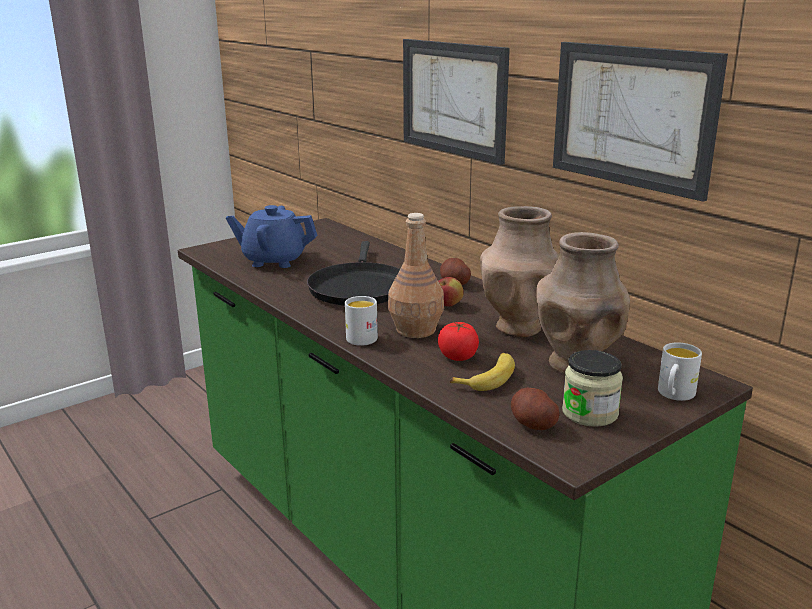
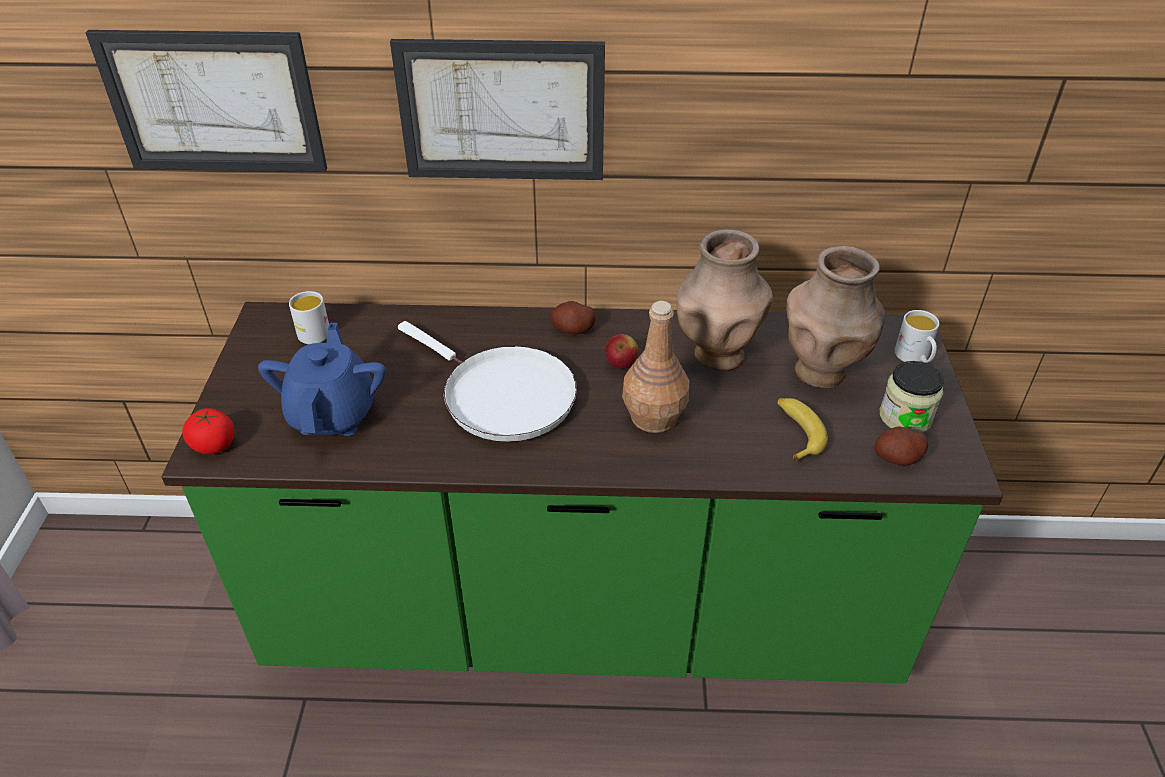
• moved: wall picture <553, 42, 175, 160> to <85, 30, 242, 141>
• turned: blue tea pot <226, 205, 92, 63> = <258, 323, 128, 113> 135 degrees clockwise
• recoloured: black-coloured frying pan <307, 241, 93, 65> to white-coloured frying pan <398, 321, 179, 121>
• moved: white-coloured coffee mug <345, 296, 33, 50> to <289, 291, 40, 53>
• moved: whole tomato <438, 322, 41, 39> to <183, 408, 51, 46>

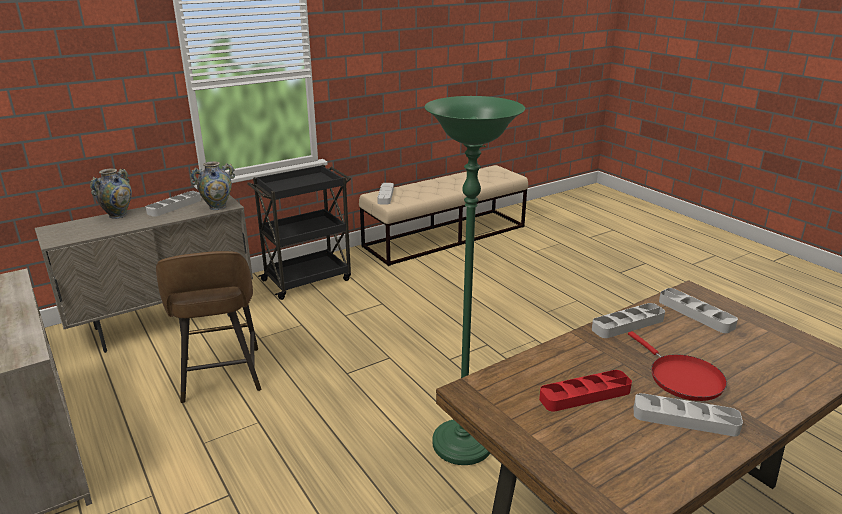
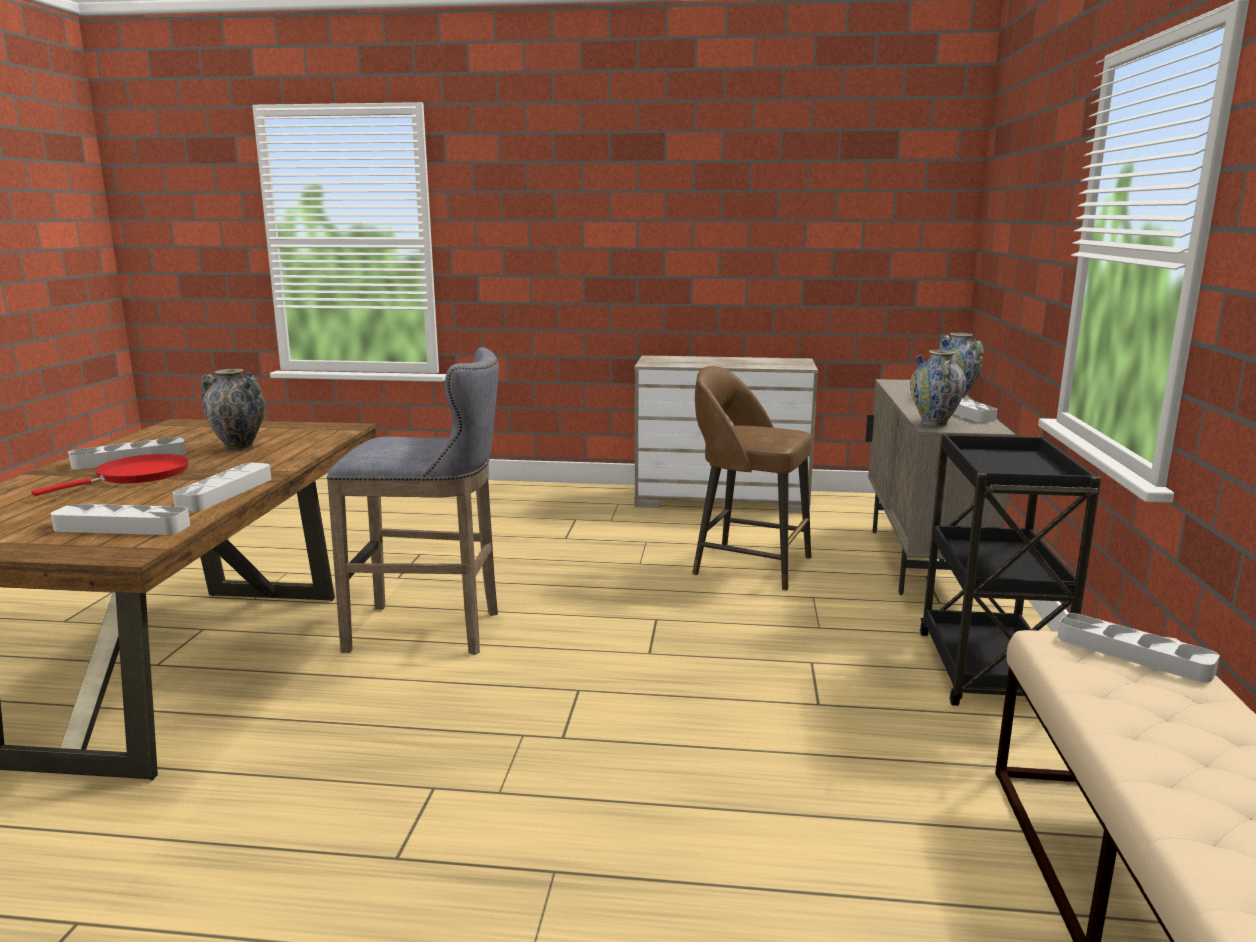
• replaced: greenish standing lamp <425, 96, 100, 369> to gray sitting stool <327, 347, 172, 308>
• turned: red frying pan <628, 331, 99, 70> = <31, 454, 158, 42> 105 degrees clockwise
• replaced: red carrying tray <539, 370, 93, 42> to vase <200, 369, 65, 82>

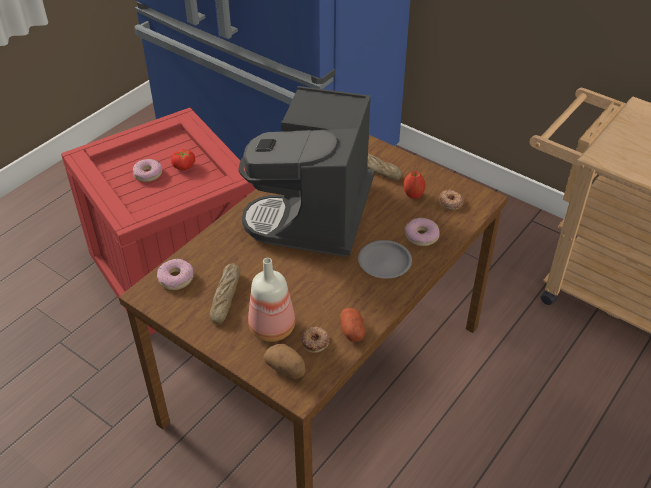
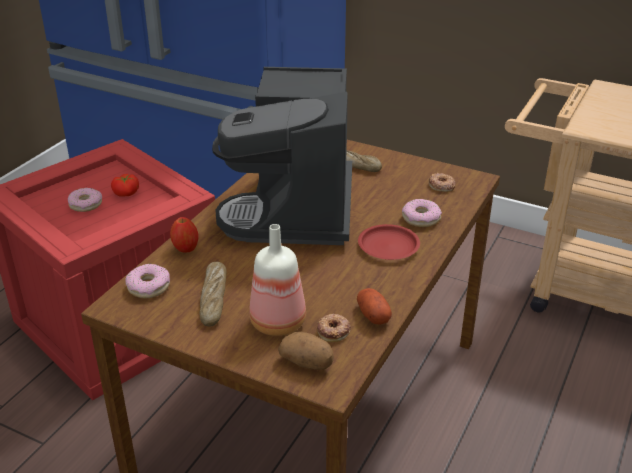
• moved: apple fruit <403, 171, 23, 28> to <170, 217, 29, 35>
• recoloured: gray plate <358, 240, 54, 39> to red plate <358, 224, 62, 36>

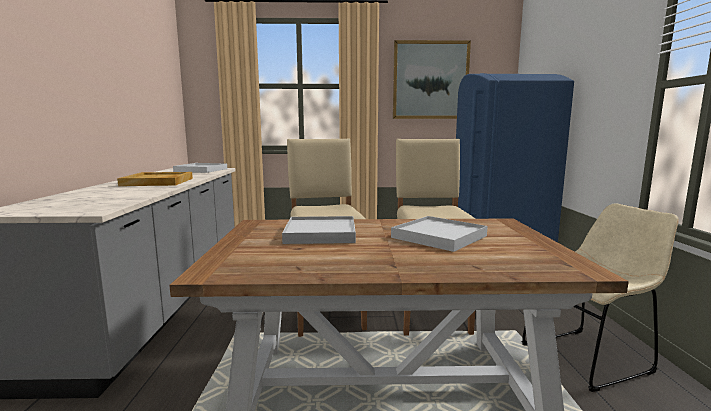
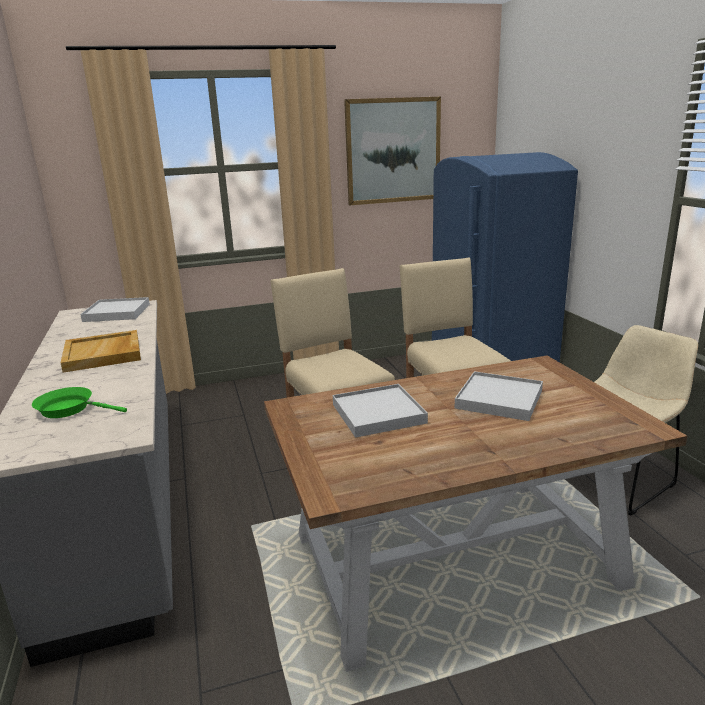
• added: greenish frying pan <32, 387, 95, 31>

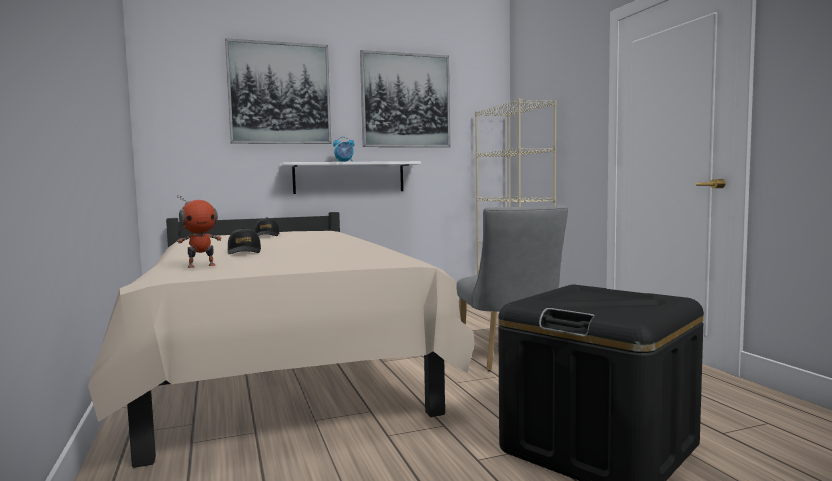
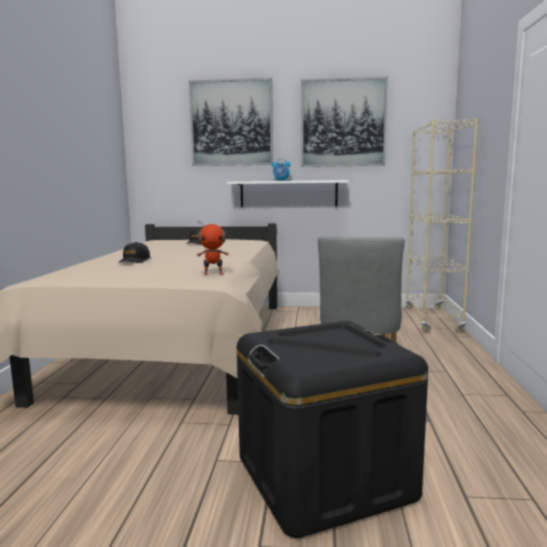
• moved: toy robot <177, 196, 45, 72> to <197, 220, 32, 55>

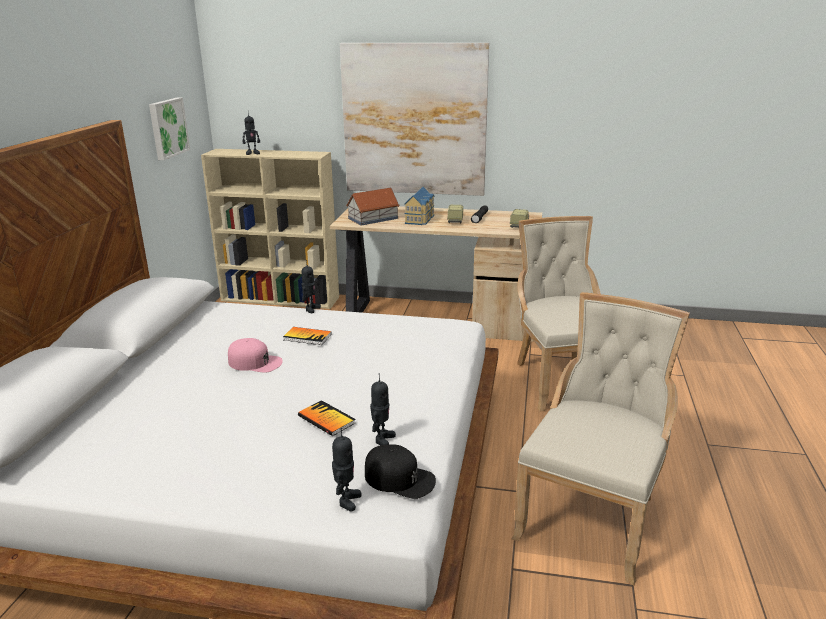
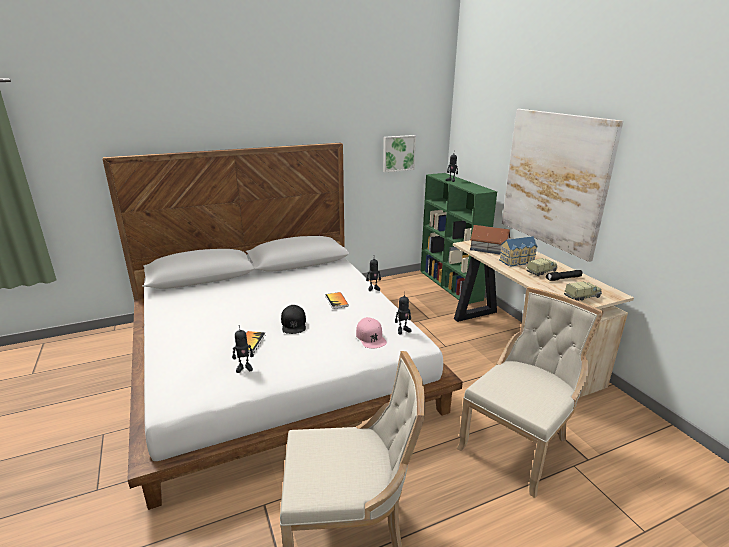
• recoloured: beige shelving unit <201, 149, 138, 160> to greenish shelving unit <421, 173, 76, 131>
• moved: pink baseball cap <228, 338, 55, 34> to <356, 317, 31, 31>
• moved: toy robot <332, 428, 30, 84> to <395, 292, 17, 42>
• moved: black-coloured baseball cap <365, 444, 71, 55> to <281, 305, 25, 29>

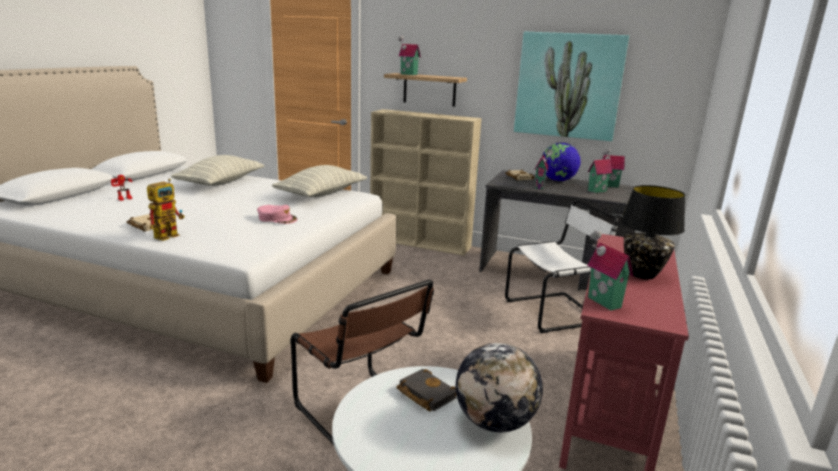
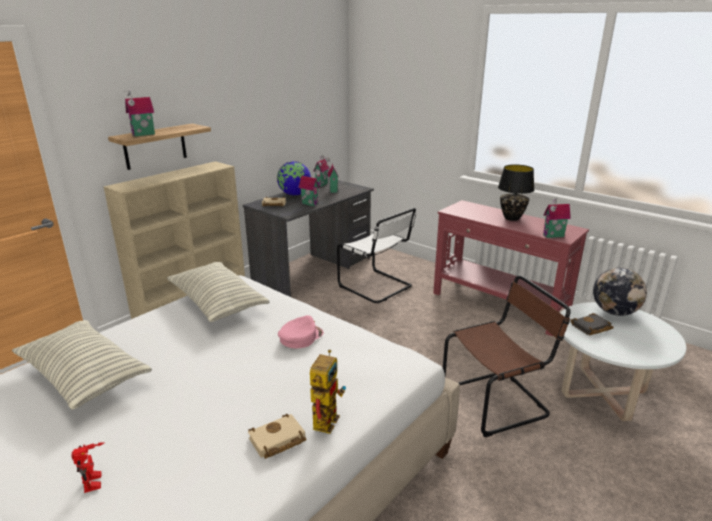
• removed: wall picture <514, 32, 115, 109>
• turned: toy robot <147, 179, 37, 62> = <310, 350, 36, 84> 60 degrees clockwise
• turned: white-coloured chair <505, 199, 113, 134> = <337, 208, 79, 95> 135 degrees clockwise

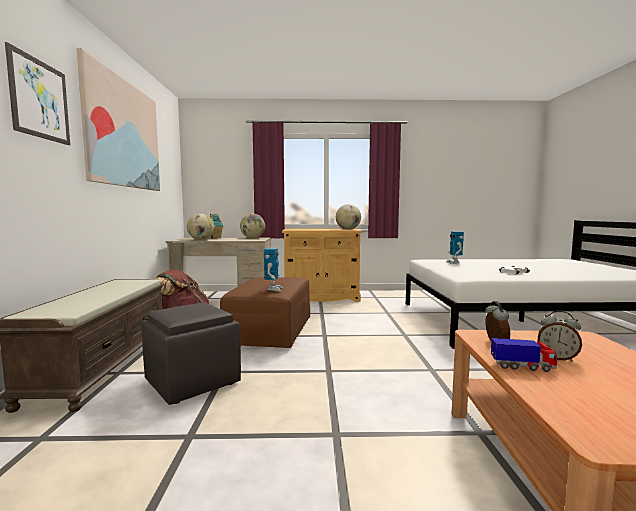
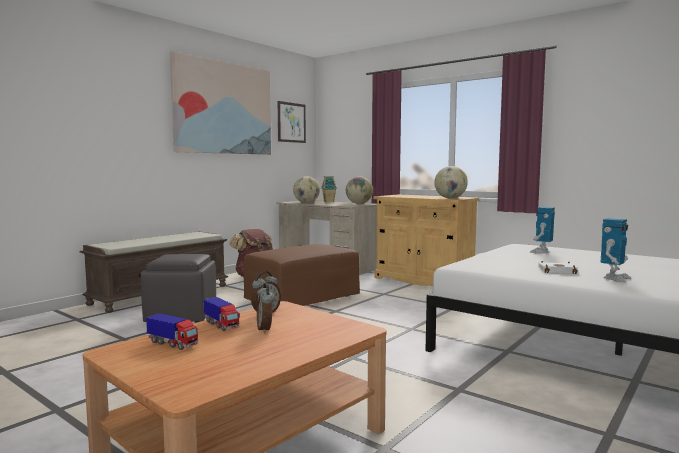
• moved: wall picture <5, 42, 65, 103> to <278, 101, 28, 42>
• moved: toy robot <264, 248, 19, 43> to <601, 218, 30, 64>
• added: toy truck <146, 313, 52, 37>

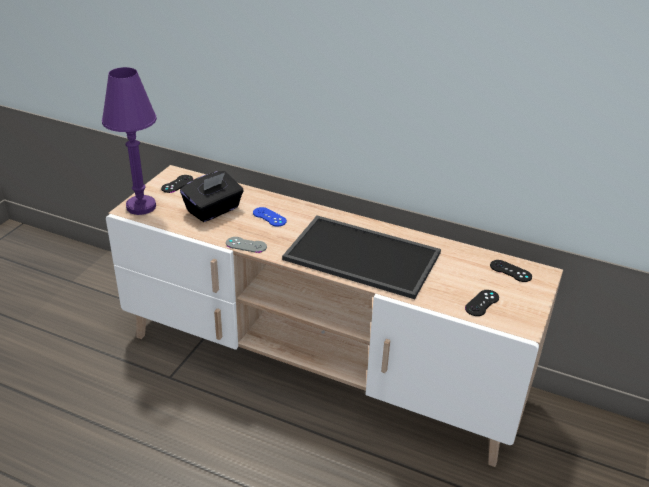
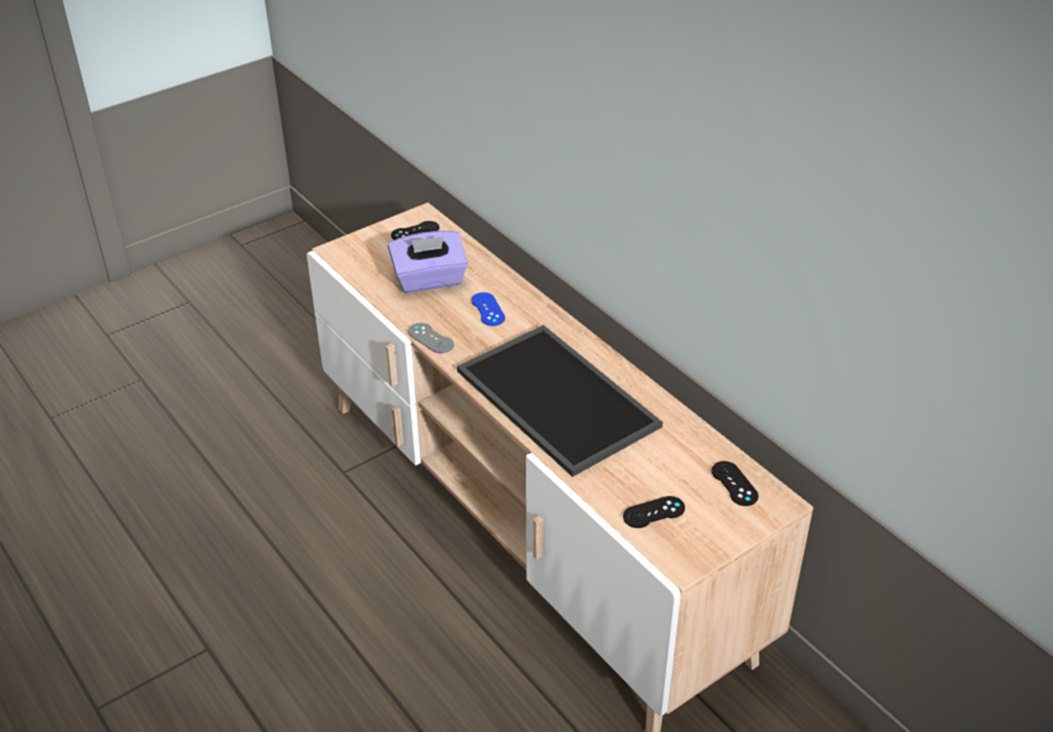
• removed: purplish lamp for a table <102, 67, 55, 148>
• recoloured: black-coloured tissue holder <180, 171, 64, 51> to purplish tissue holder <388, 231, 80, 62>

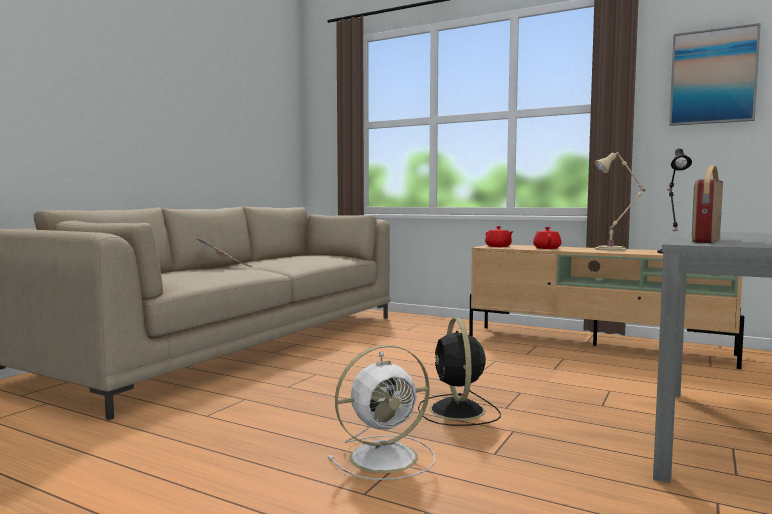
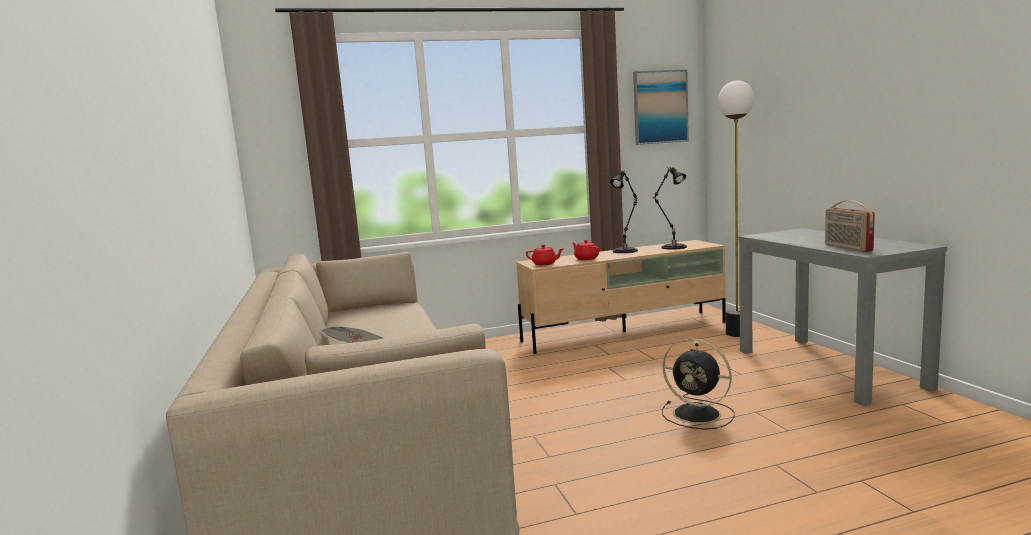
• recoloured: beige lamp for a table <595, 152, 50, 99> to black-coloured lamp for a table <610, 170, 28, 83>
• removed: white-coloured cooling fan <328, 345, 107, 135>
• added: standing lamp <718, 81, 36, 256>

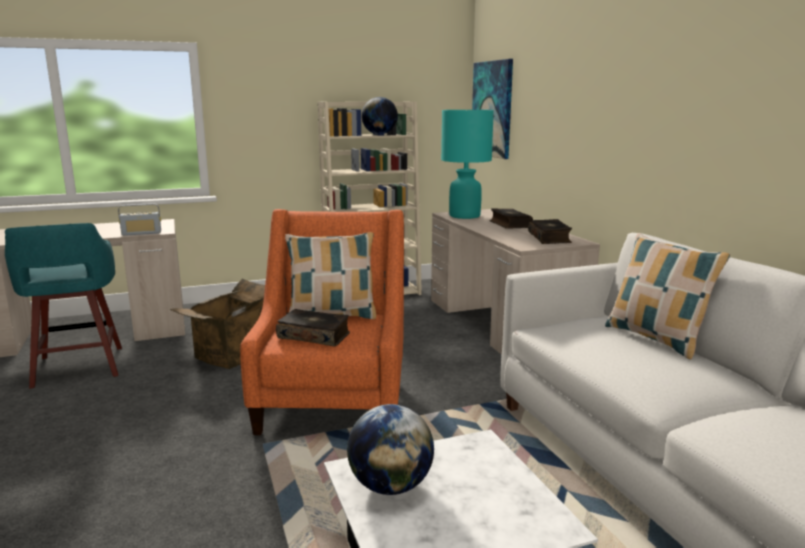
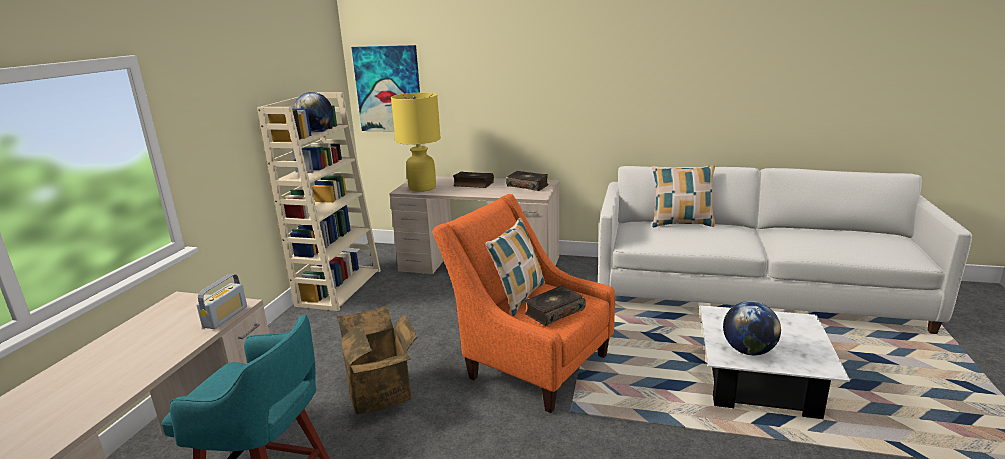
• recoloured: turquoise lamp for a table <441, 110, 53, 109> to yellowish lamp for a table <391, 93, 50, 99>

